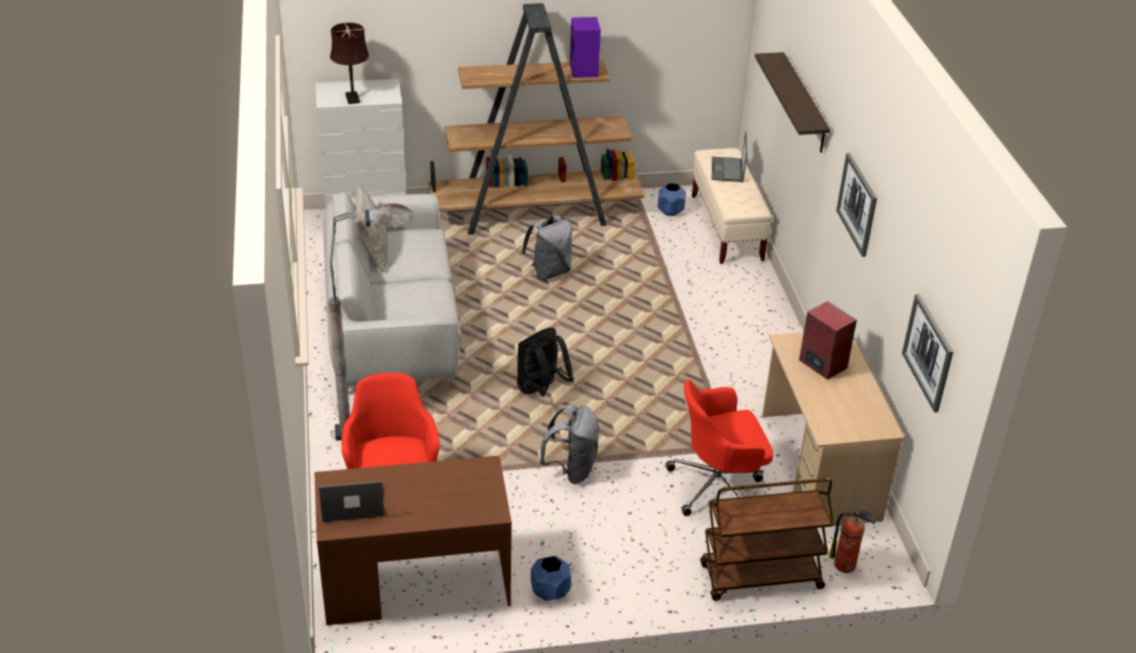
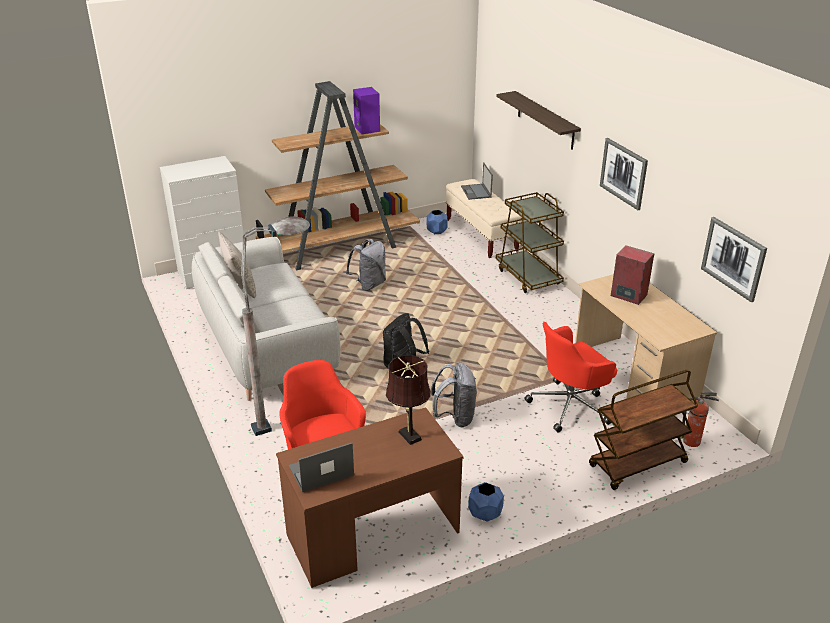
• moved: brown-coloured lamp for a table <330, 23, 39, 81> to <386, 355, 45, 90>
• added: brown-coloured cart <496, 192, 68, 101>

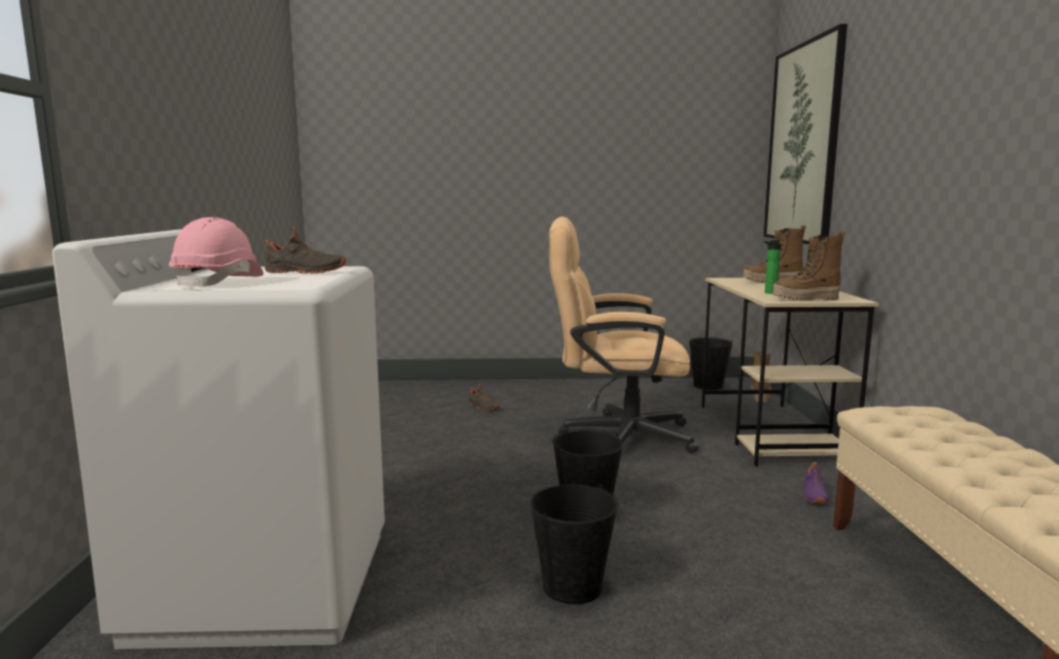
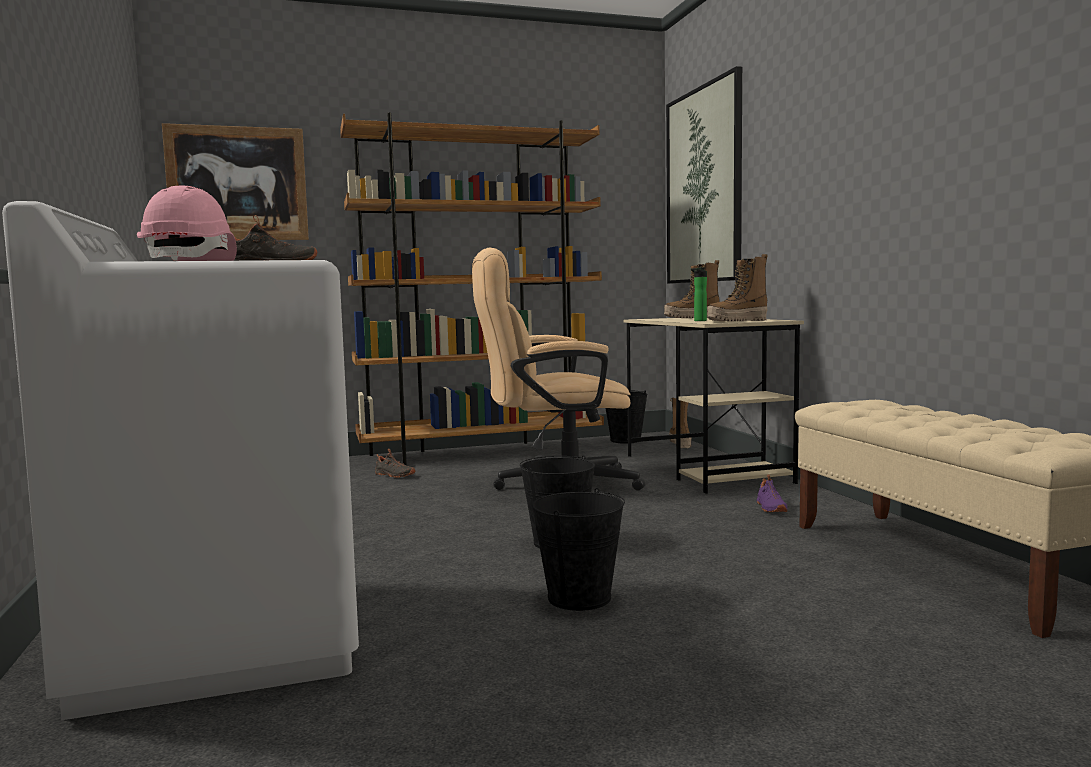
• added: brown-coloured shelving unit <340, 112, 264, 354>
• added: wall picture <162, 123, 147, 117>

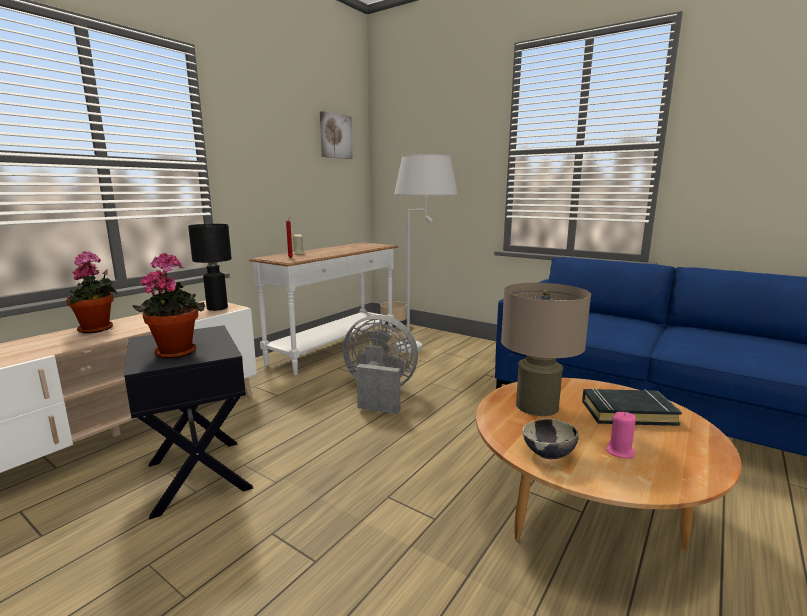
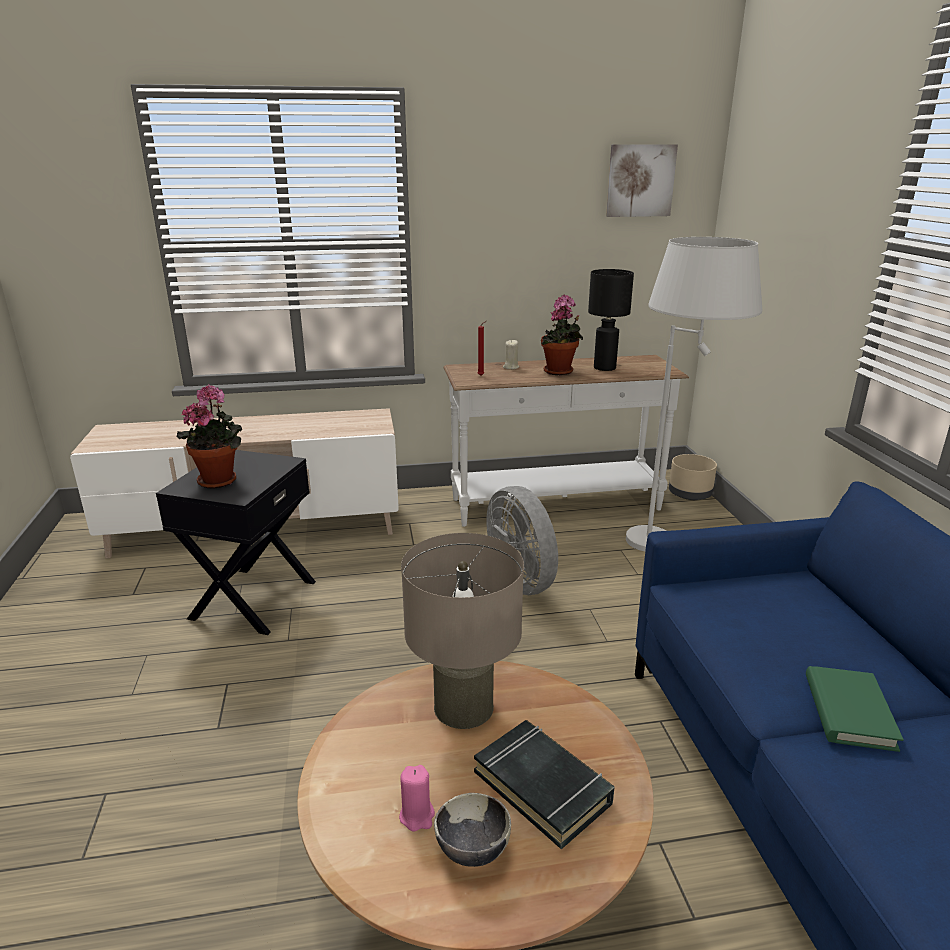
• moved: black-coloured lamp for a table <188, 224, 44, 87> to <588, 269, 46, 102>
• moved: houseplant <67, 251, 50, 83> to <541, 295, 42, 81>
• moved: deep dish <522, 418, 57, 41> to <434, 793, 77, 74>
• added: greenish book <806, 666, 98, 86>

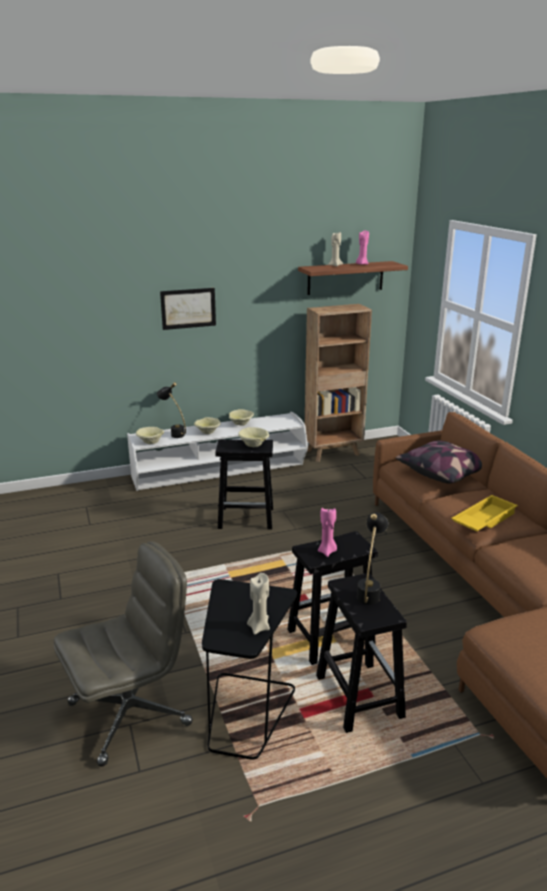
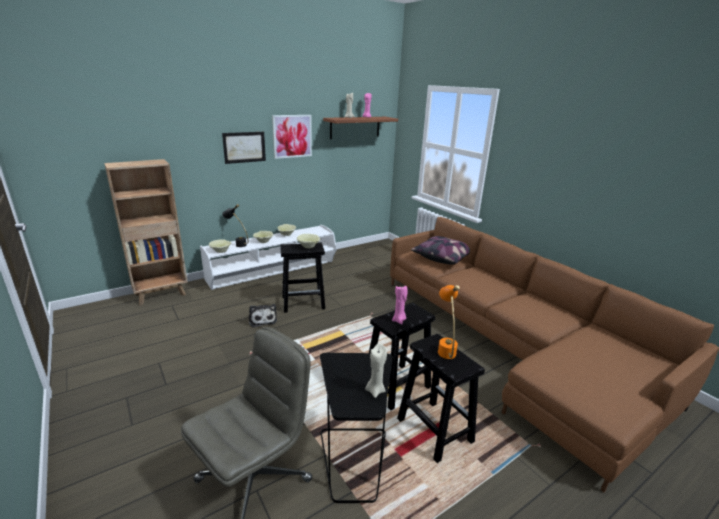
• moved: brown-coloured shelving unit <305, 304, 67, 158> to <104, 159, 84, 147>
• removed: yellowish carrying tray <451, 495, 67, 36>
• recoloured: black-coloured lamp for a table <357, 513, 31, 92> to orangey lamp for a table <438, 285, 22, 74>
• added: wall picture <272, 115, 40, 44>
• added: soft toy <249, 304, 28, 24>

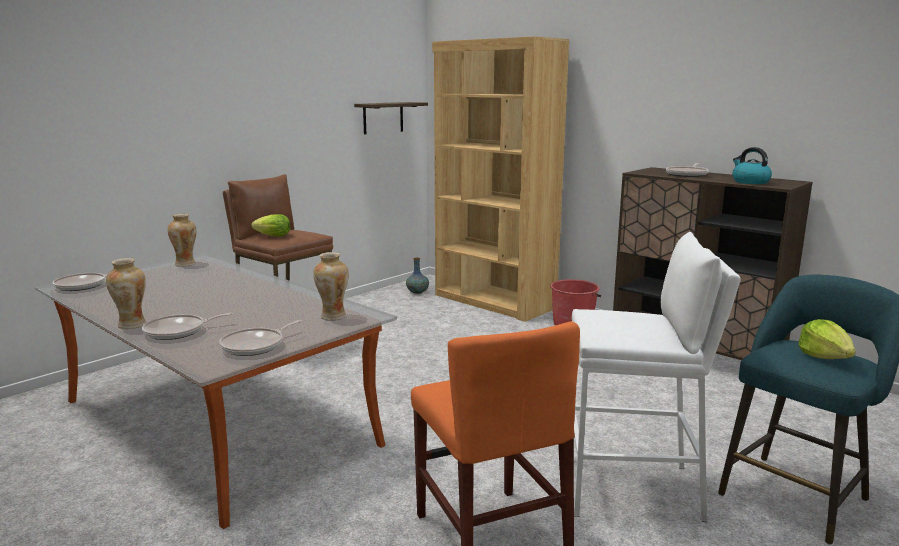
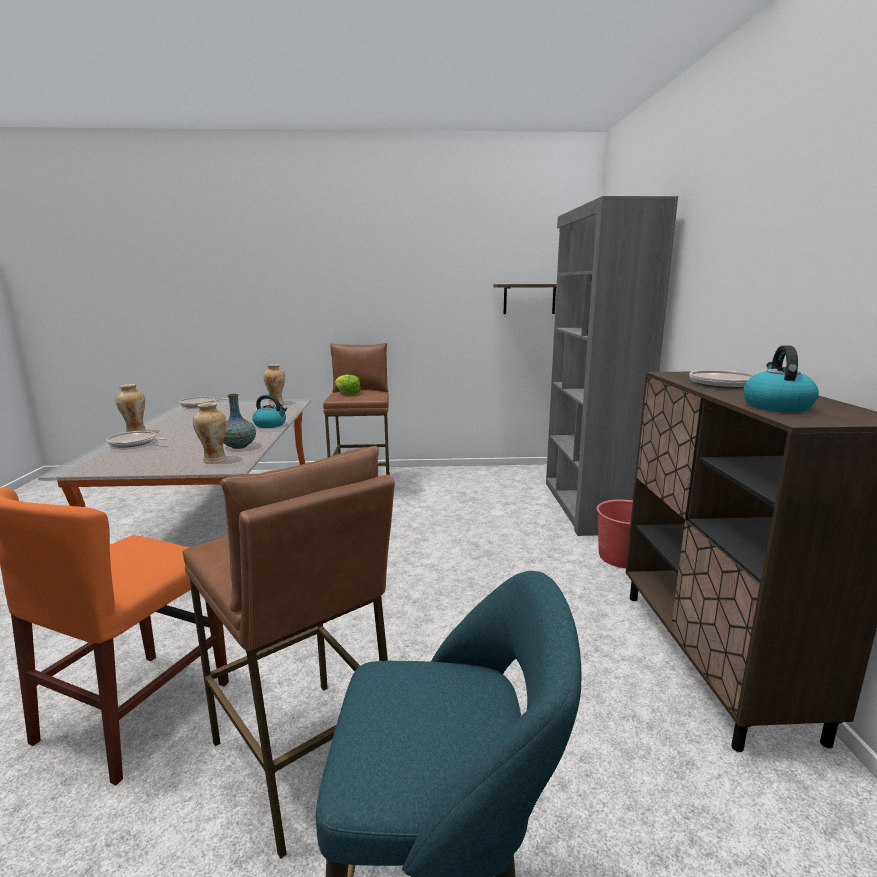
• recoloured: brown-coloured shelving unit <432, 36, 137, 286> to gray shelving unit <546, 196, 132, 340>
• recoloured: white-coloured sitting stool <572, 232, 169, 290> to brown-coloured sitting stool <183, 446, 212, 413>
• moved: vase <406, 258, 23, 36> to <223, 394, 33, 55>
• removed: lettuce head <799, 319, 57, 40>
• removed: frying pan <219, 320, 83, 36>
• added: tea kettle <252, 395, 35, 33>

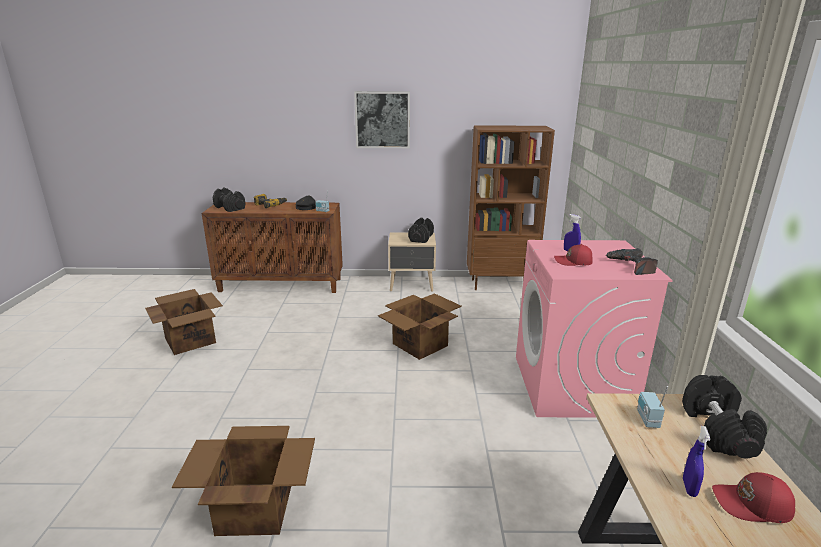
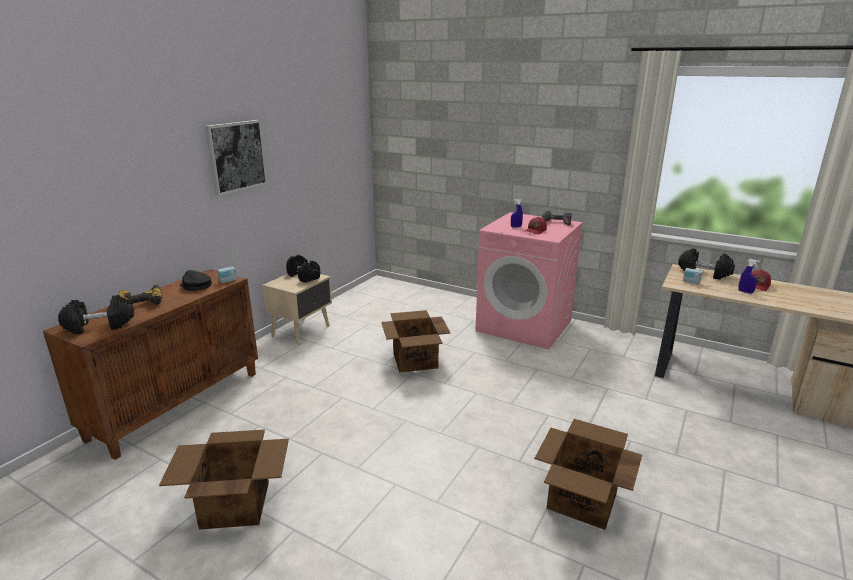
• removed: brown-coloured shelving unit <467, 125, 88, 165>

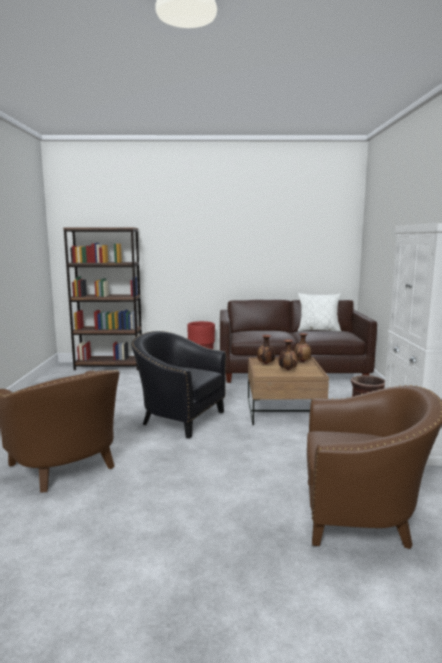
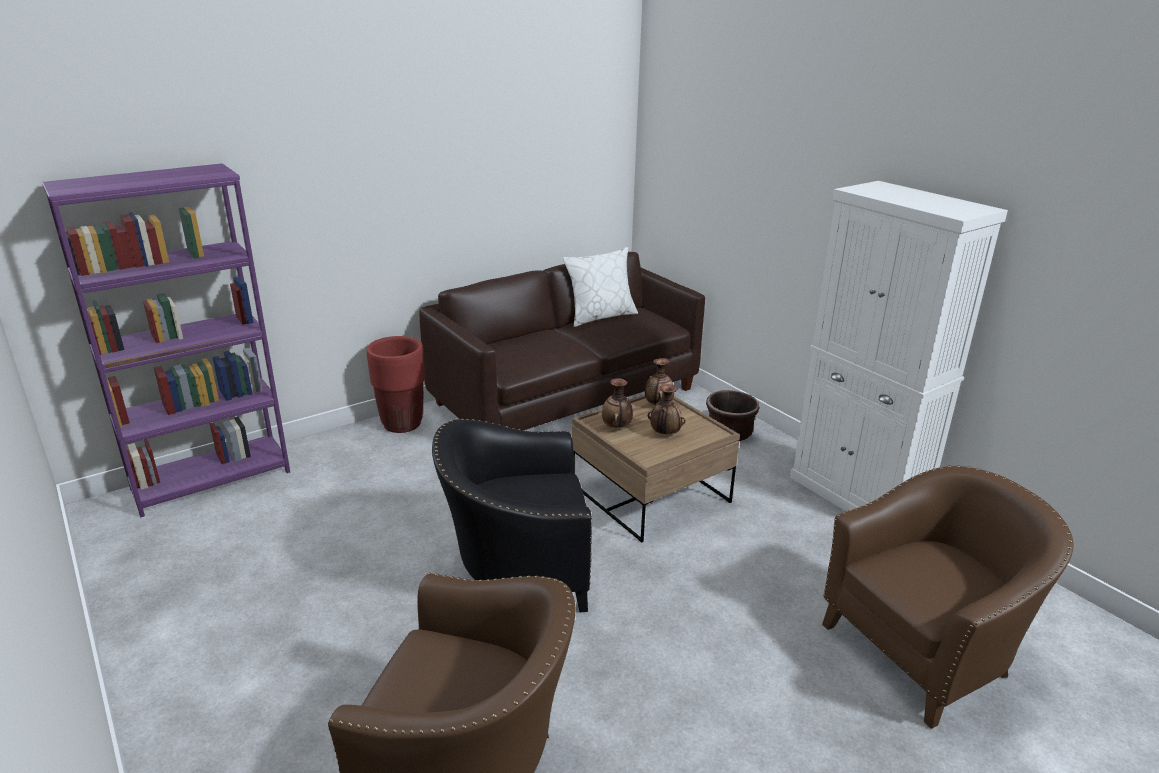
• recoloured: brown-coloured shelving unit <63, 227, 79, 143> to purplish shelving unit <42, 163, 248, 355>

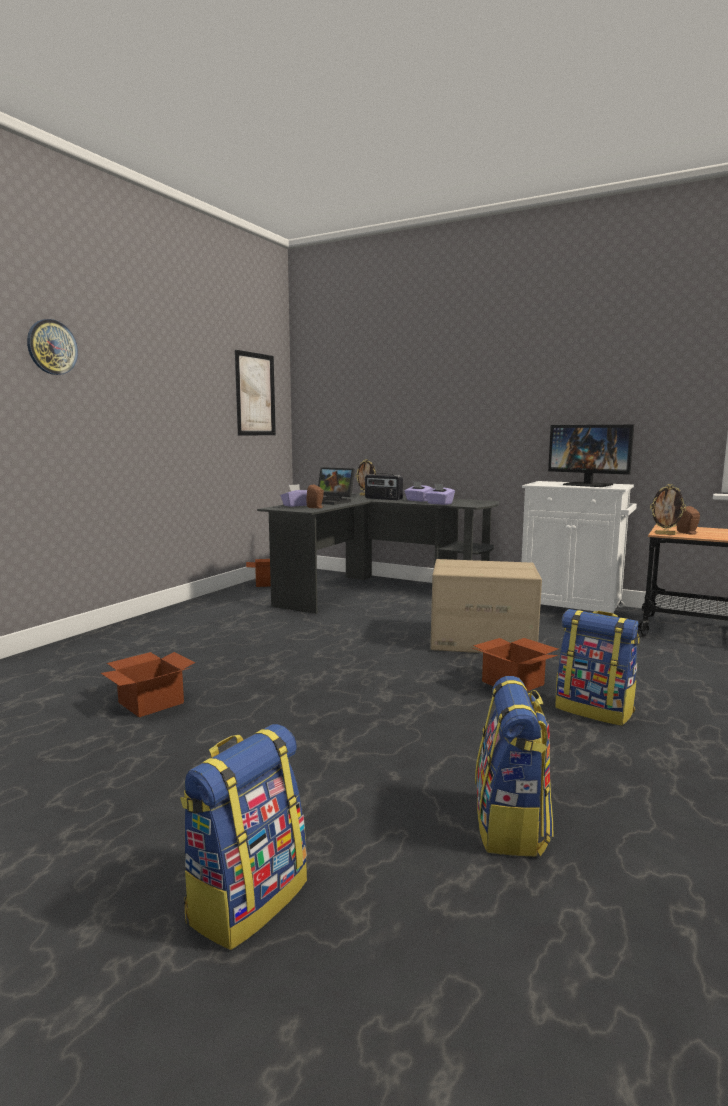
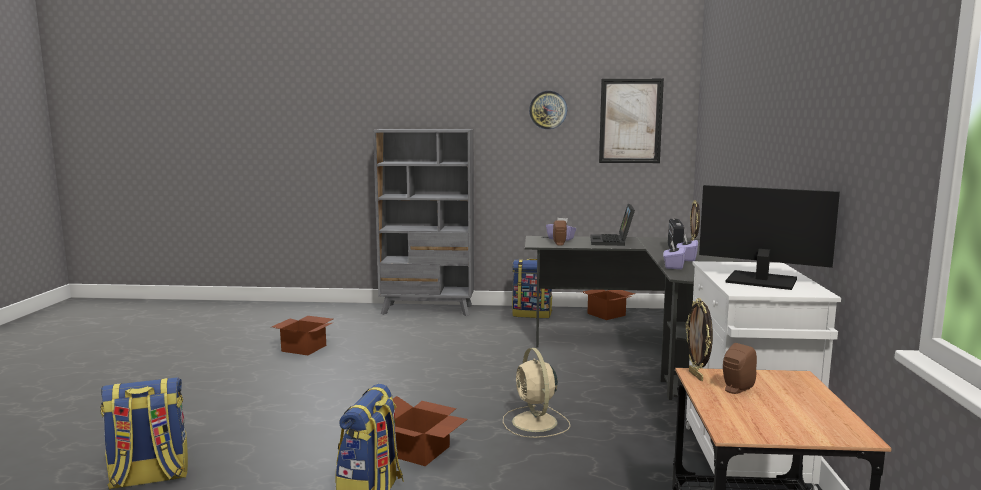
• moved: clock on the wall <27, 319, 51, 56> to <529, 91, 38, 38>
• turned: computer screen <548, 425, 86, 62> = <699, 185, 141, 105> 105 degrees clockwise
• replaced: carton <430, 559, 112, 94> to beige cooling fan <503, 348, 67, 90>
• moved: knapsack <180, 724, 127, 226> to <512, 259, 40, 59>
• added: gray shelving unit <373, 129, 101, 187>

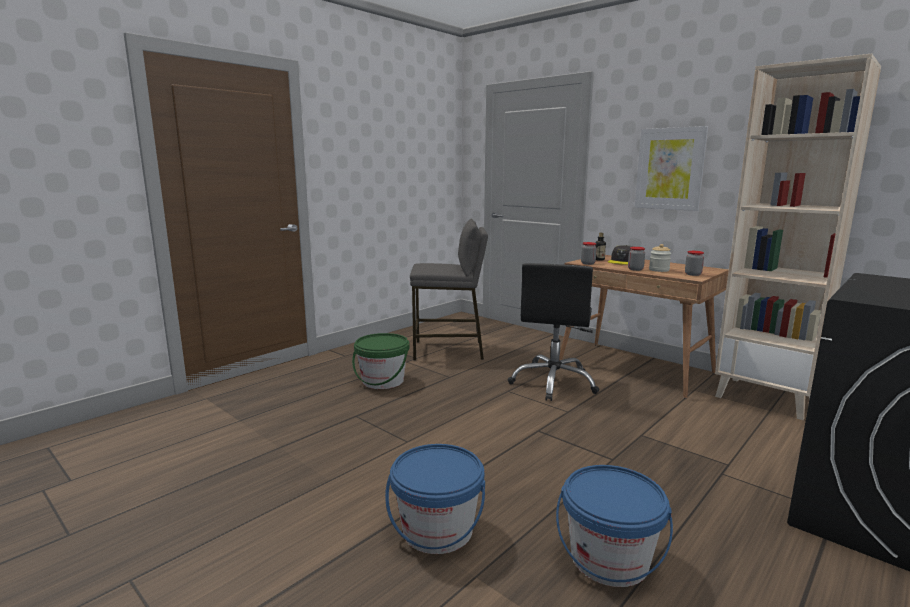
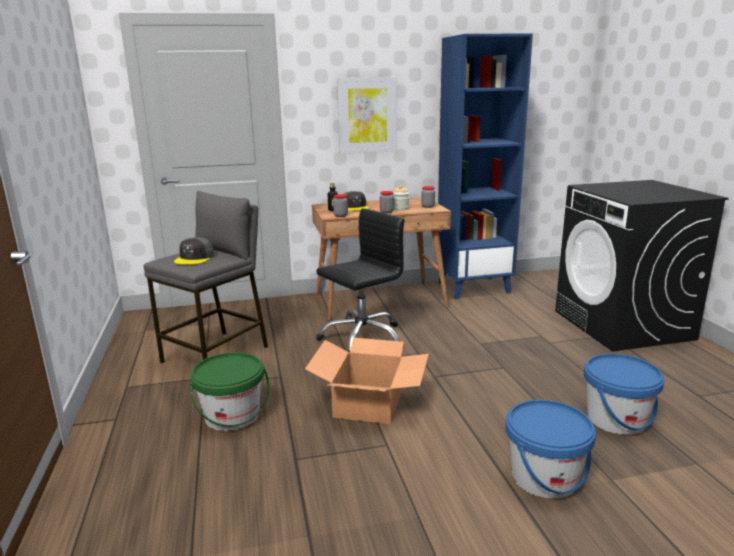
• recoloured: beige shelving unit <715, 54, 166, 366> to blue shelving unit <438, 34, 95, 265>
• turned: black-coloured desk chair <508, 263, 92, 138> = <316, 208, 88, 144> 90 degrees counterclockwise
• added: gray baseball cap <174, 237, 40, 28>
• added: carton <305, 338, 124, 86>

